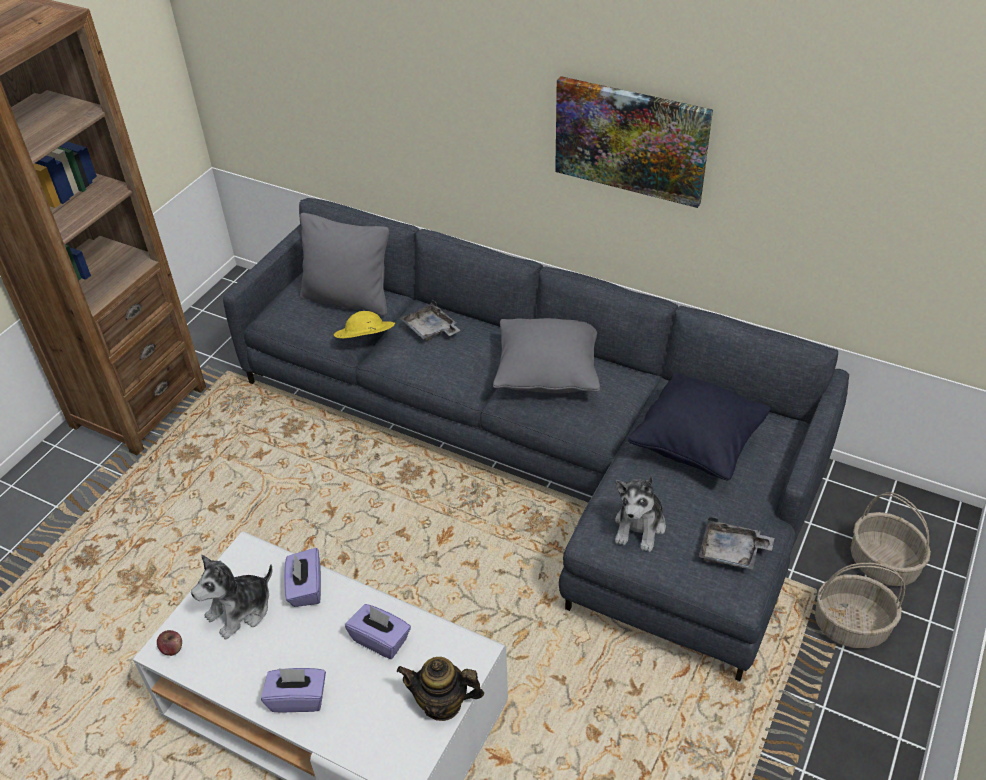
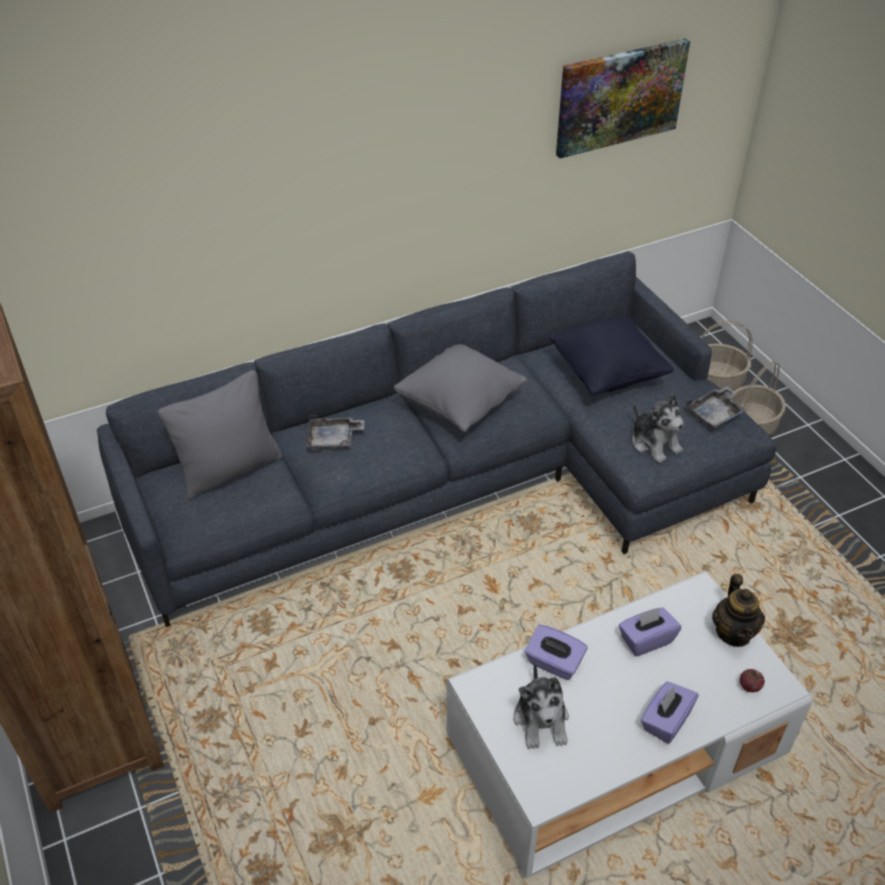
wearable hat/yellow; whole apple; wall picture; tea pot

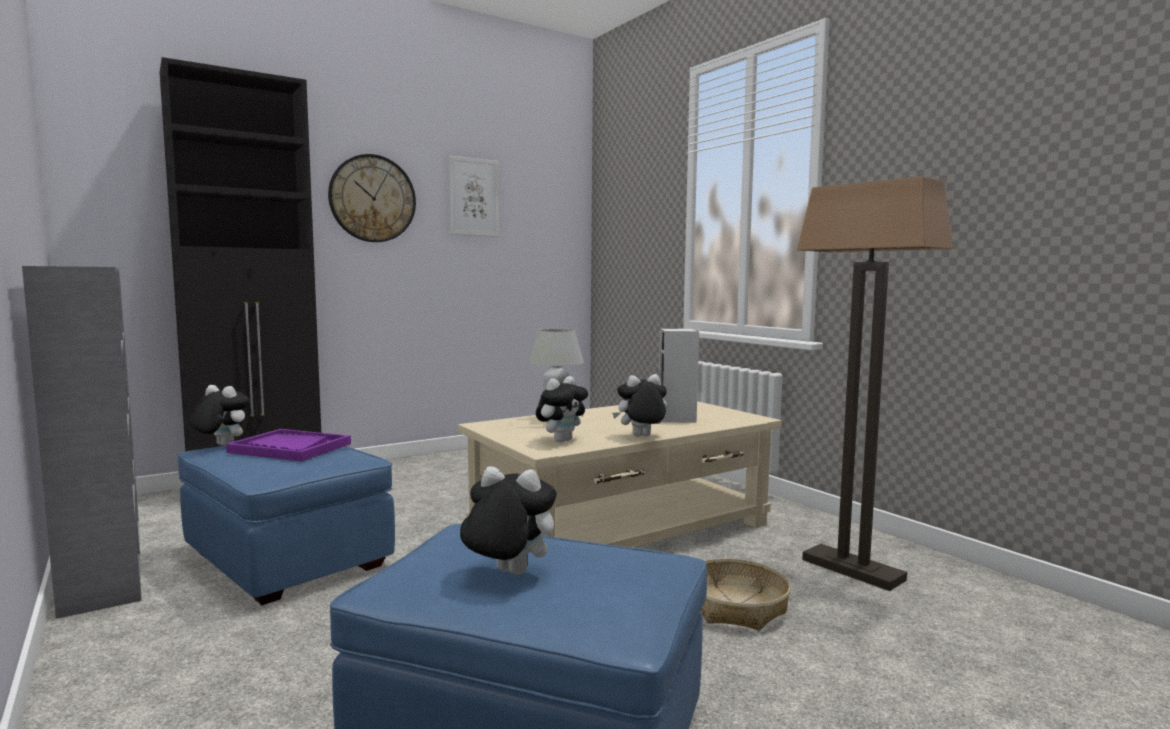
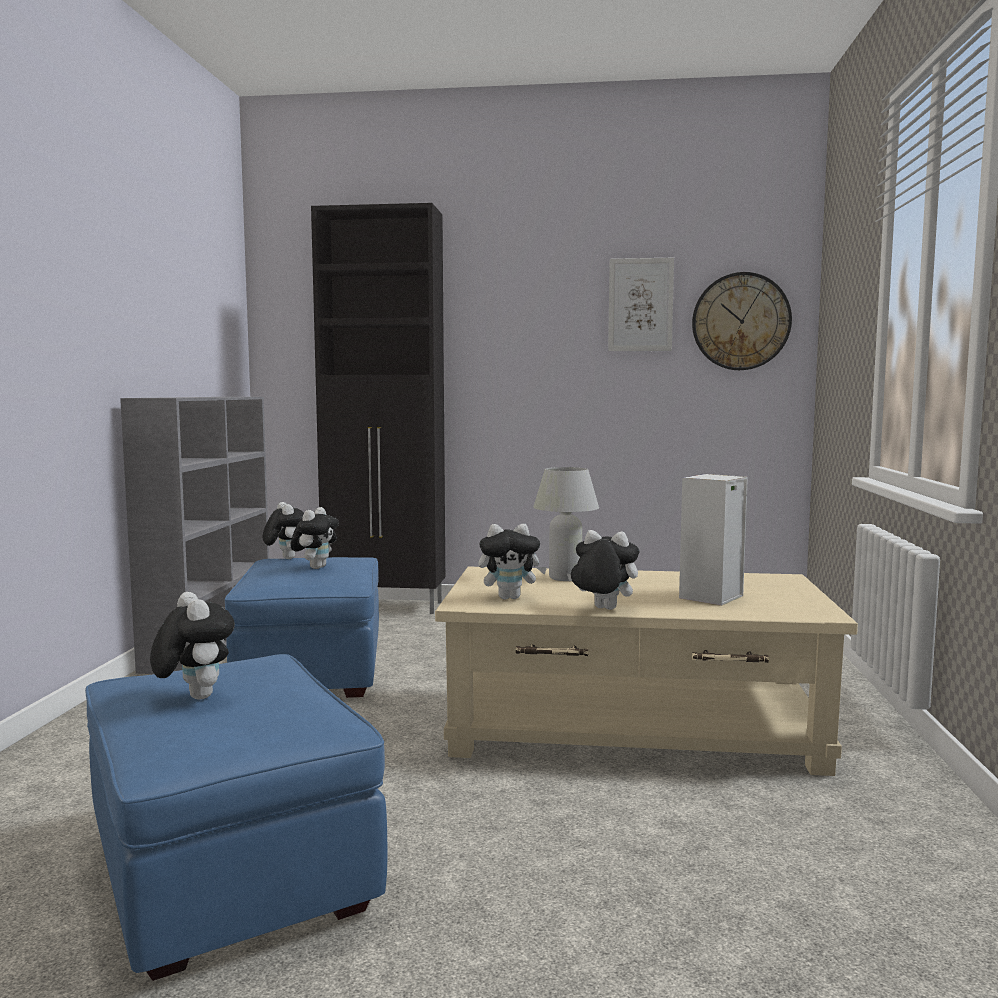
storage basket; floor lamp; clock on the wall; cuddly toy (no. 3 from left)

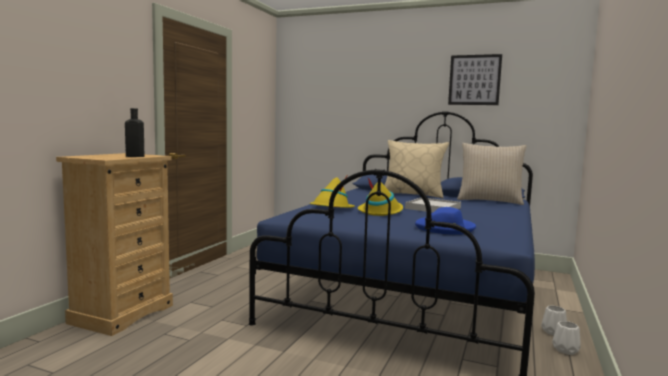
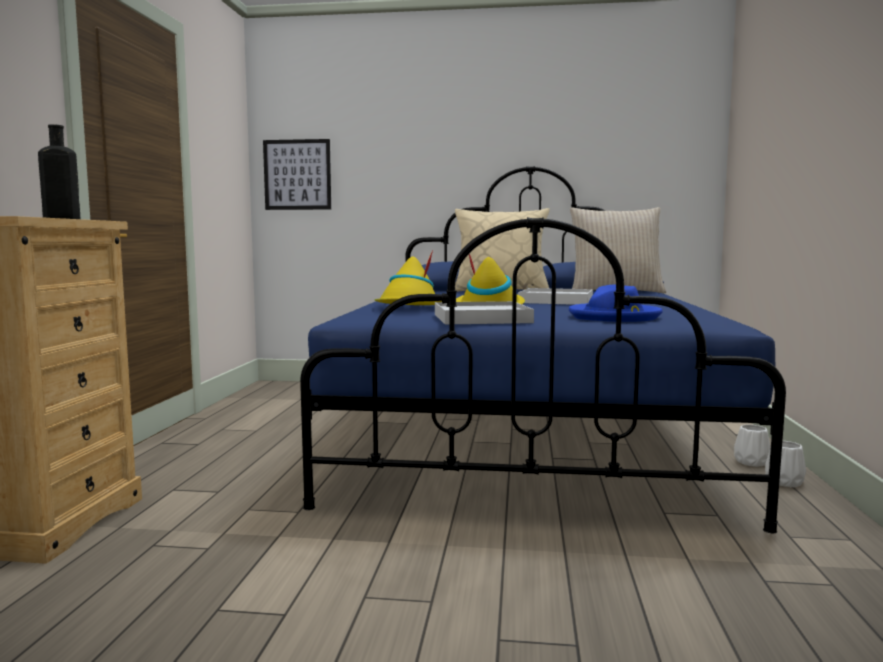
serving tray/white (no. 1 from left); wall picture

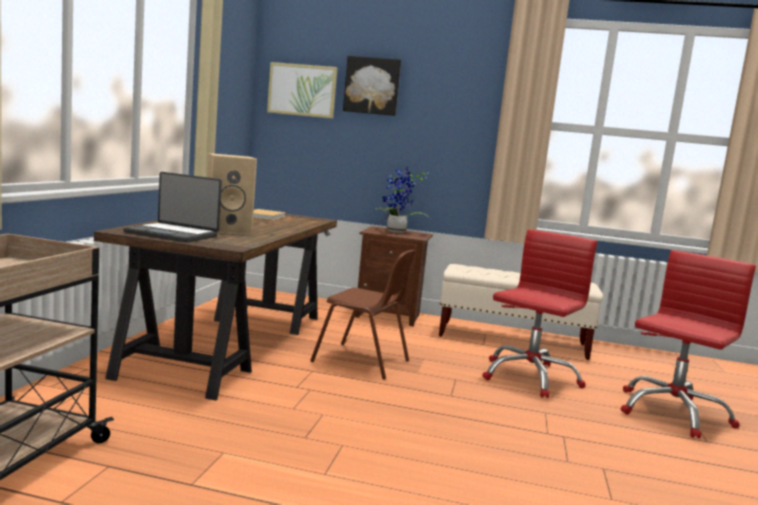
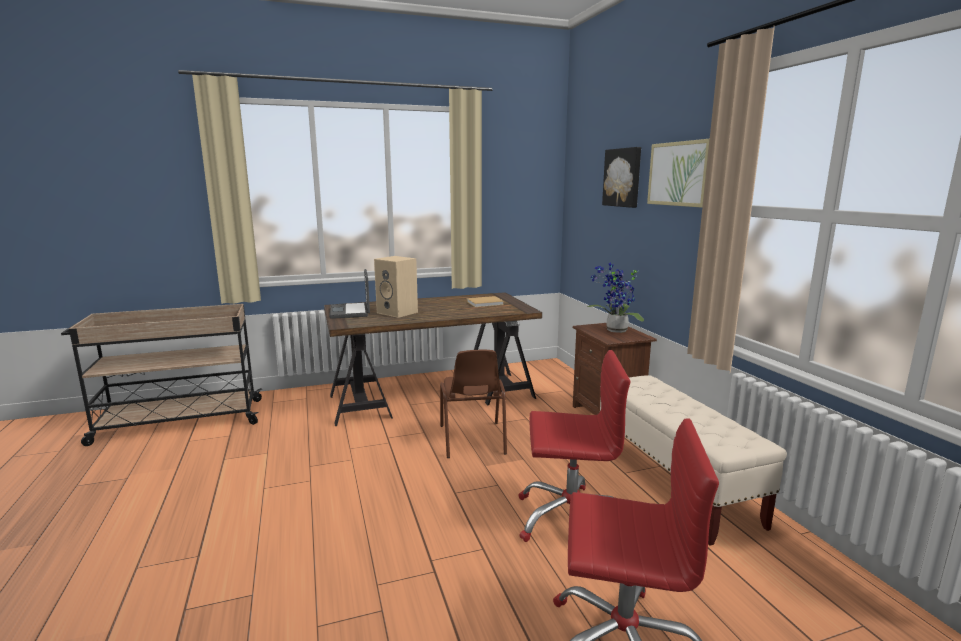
wall picture (no. 2 from left)

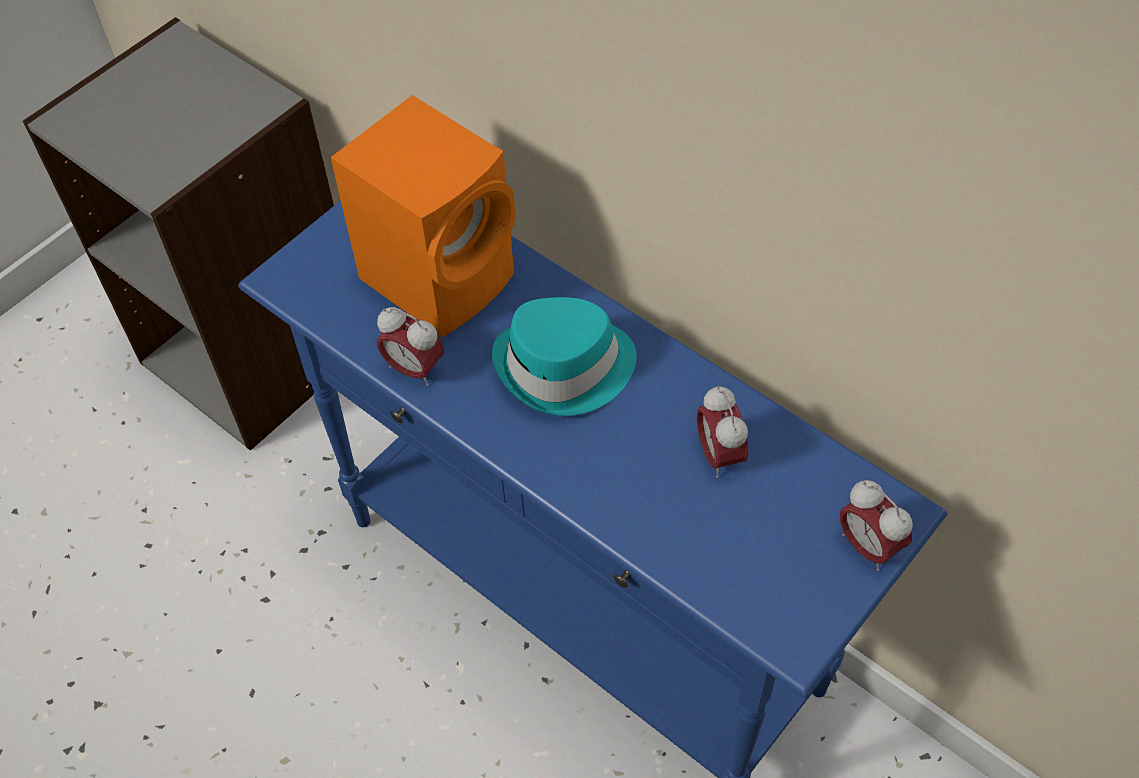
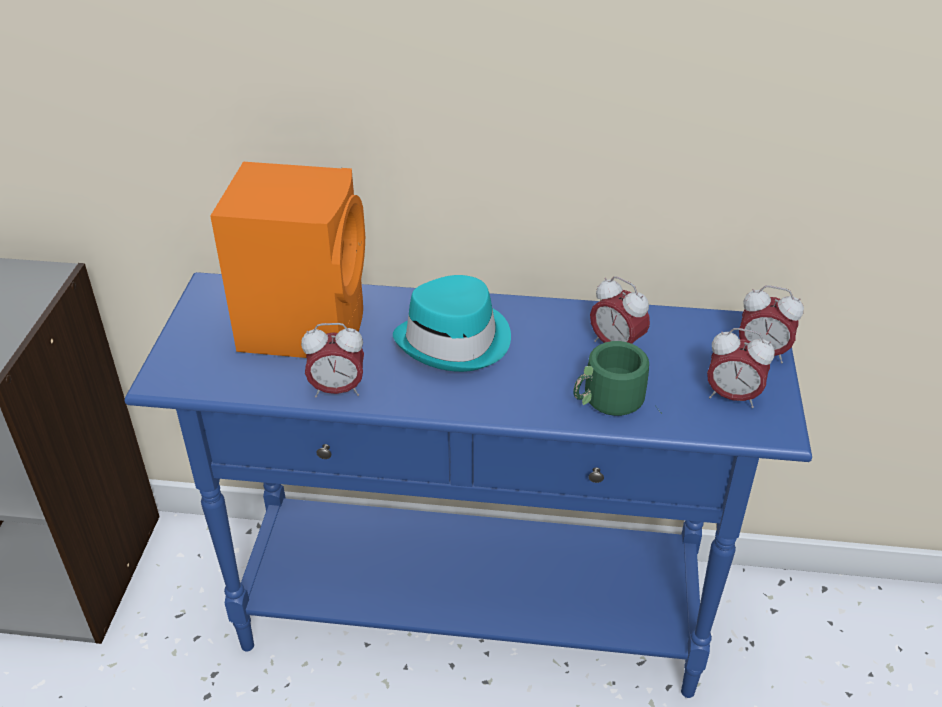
tea mug/greenish; alarm clock (no. 3 from left)

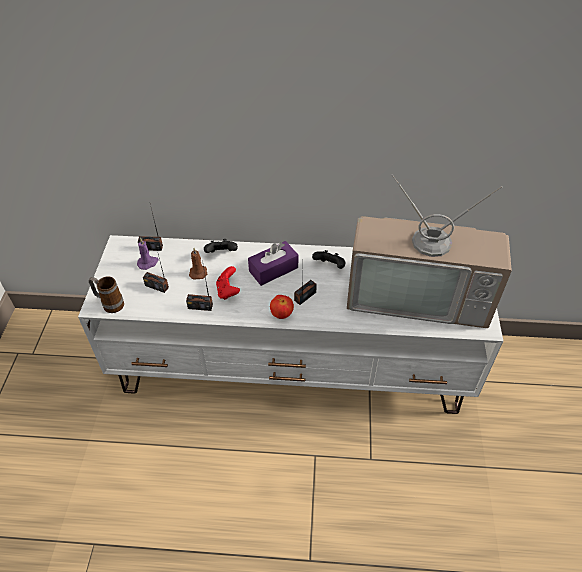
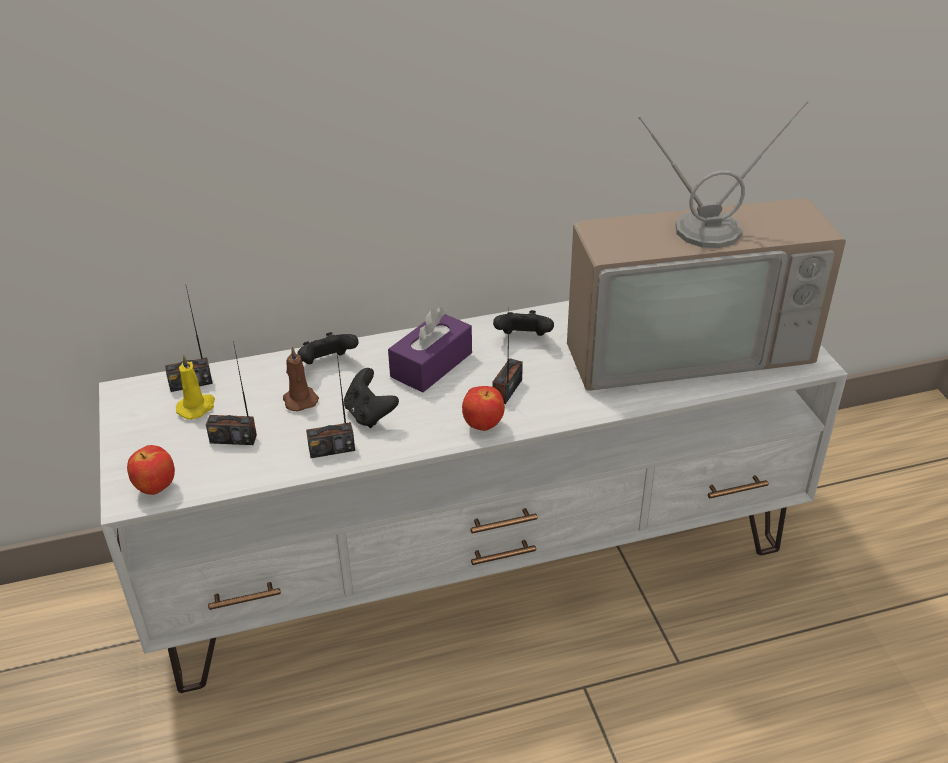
whole apple (no. 1 from left); wax light/yellow; gamepad/blackish (no. 2 from left)

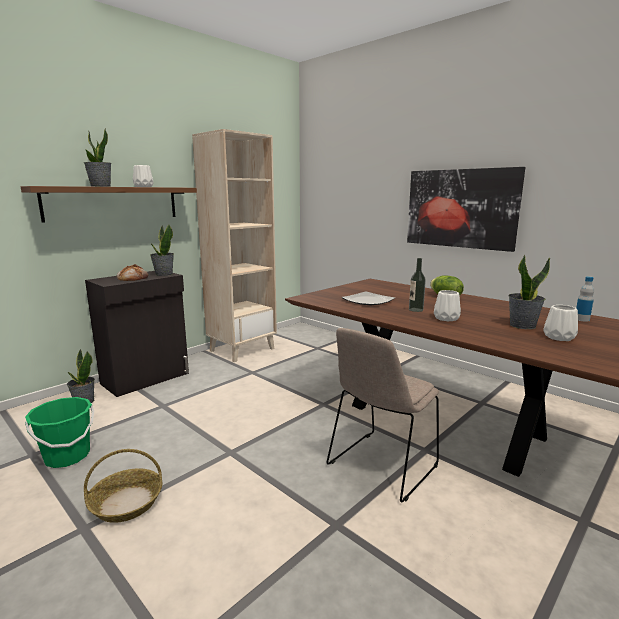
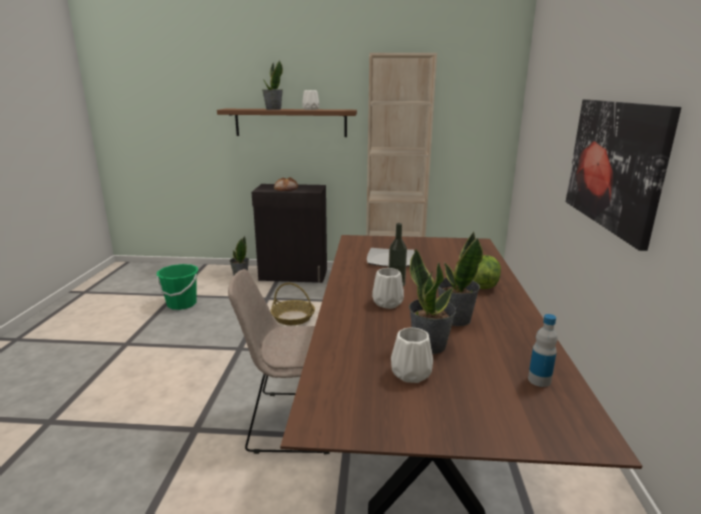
storage basket; potted plant (no. 4 from left)

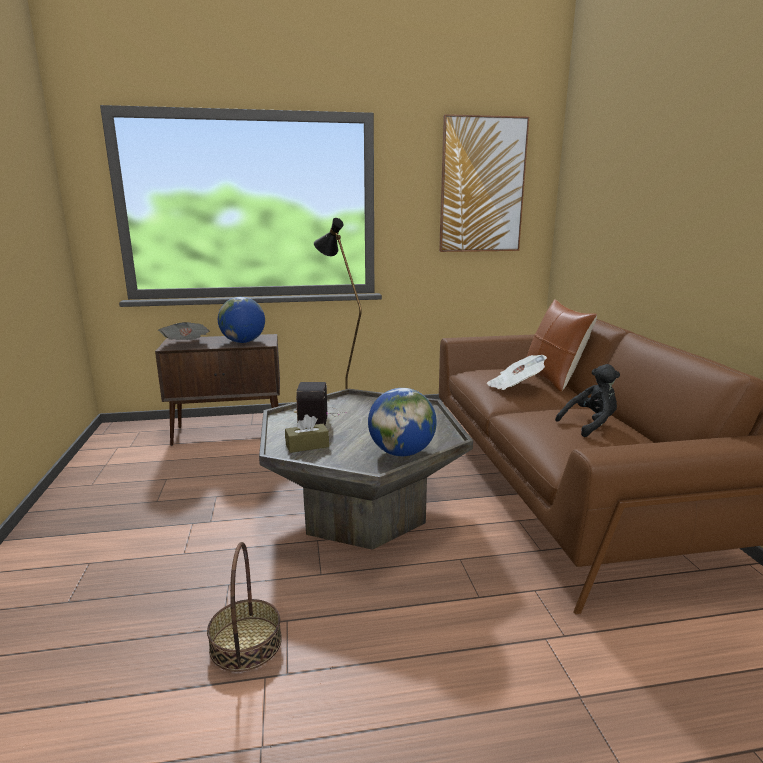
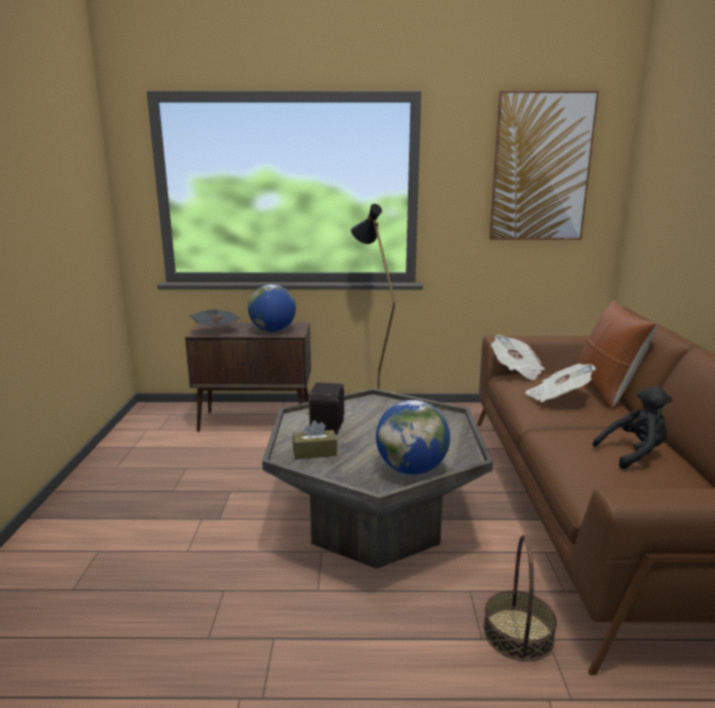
printed paper (no. 2 from left); storage basket

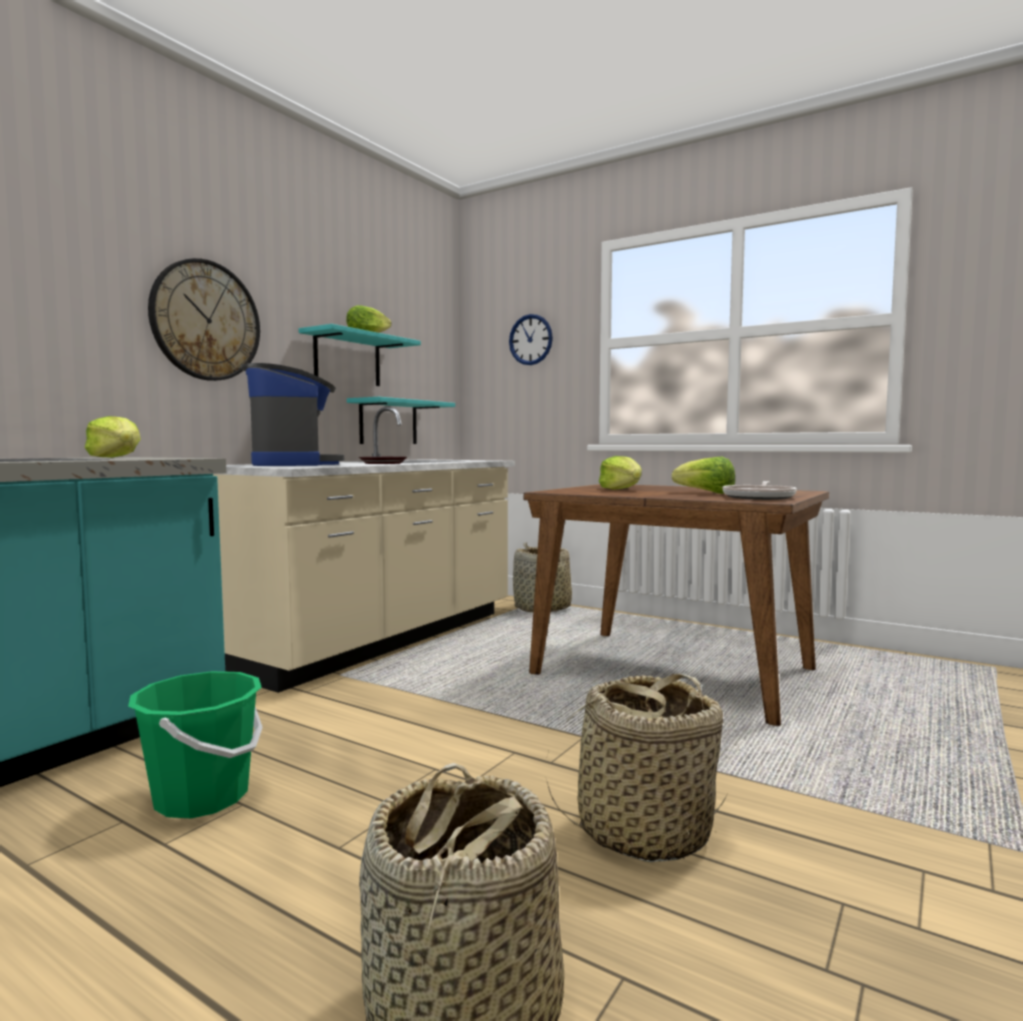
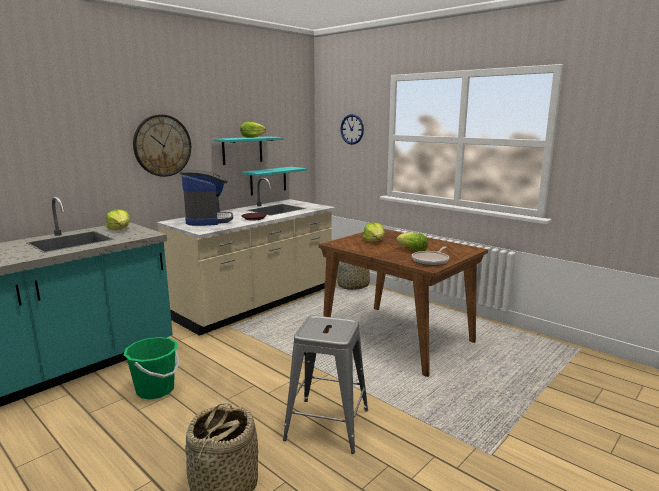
stool seat/gray

